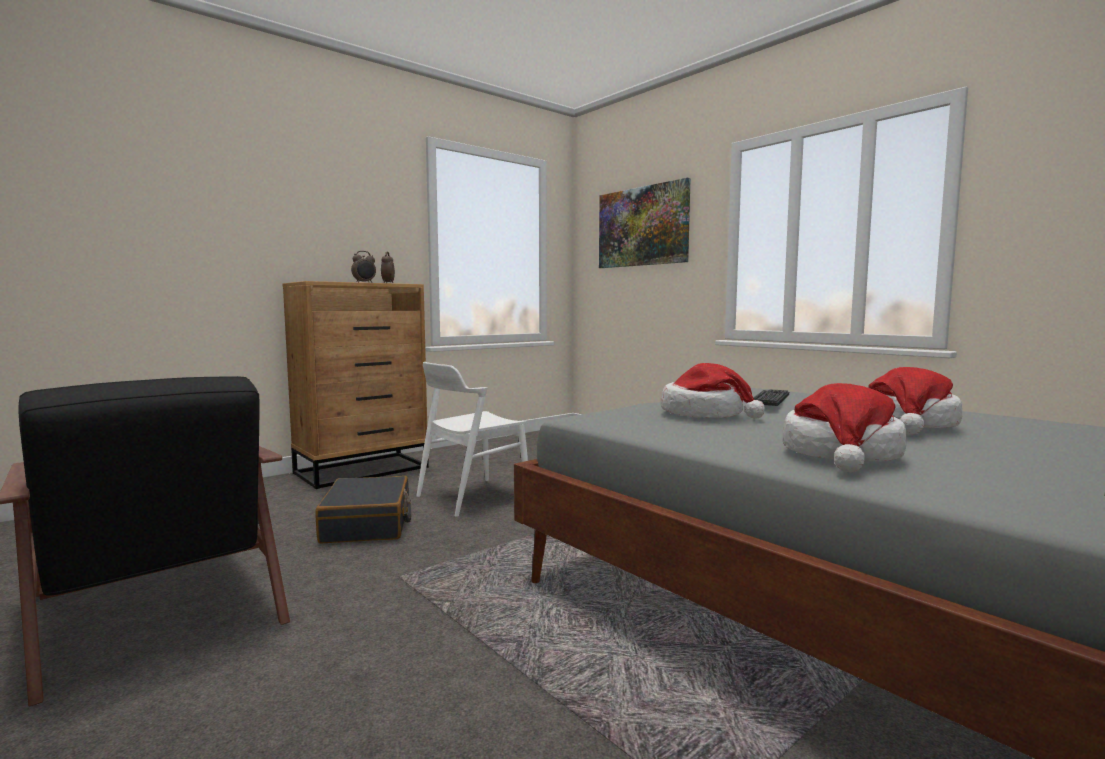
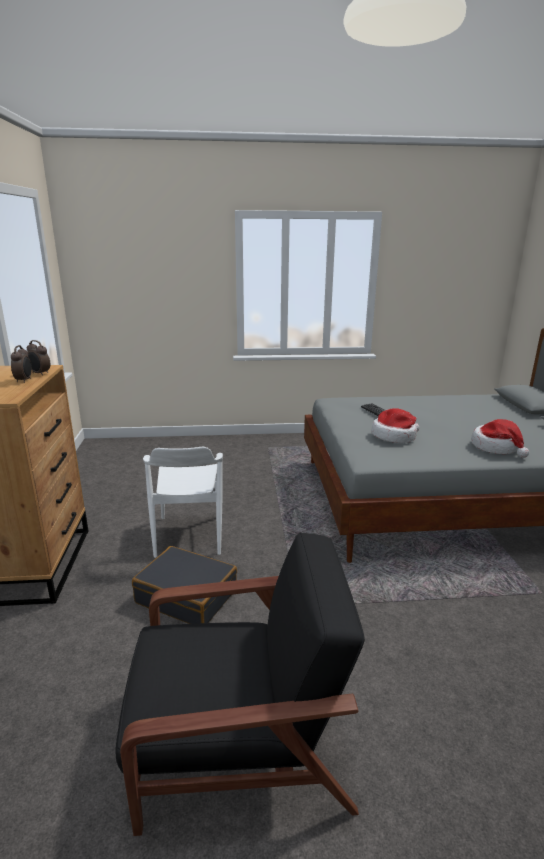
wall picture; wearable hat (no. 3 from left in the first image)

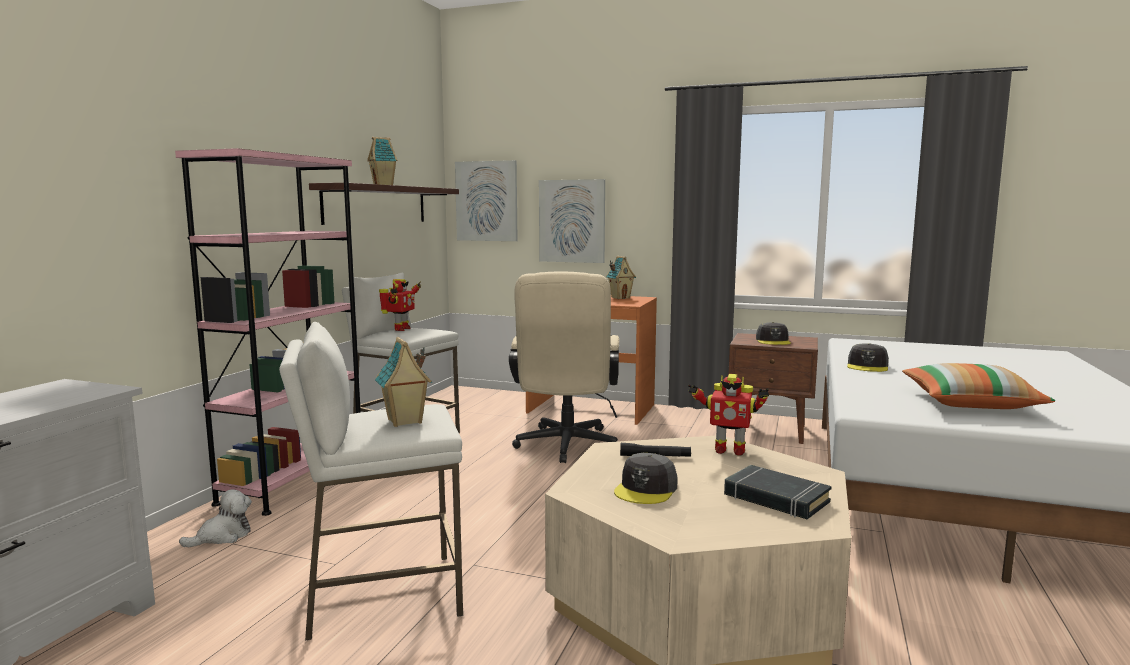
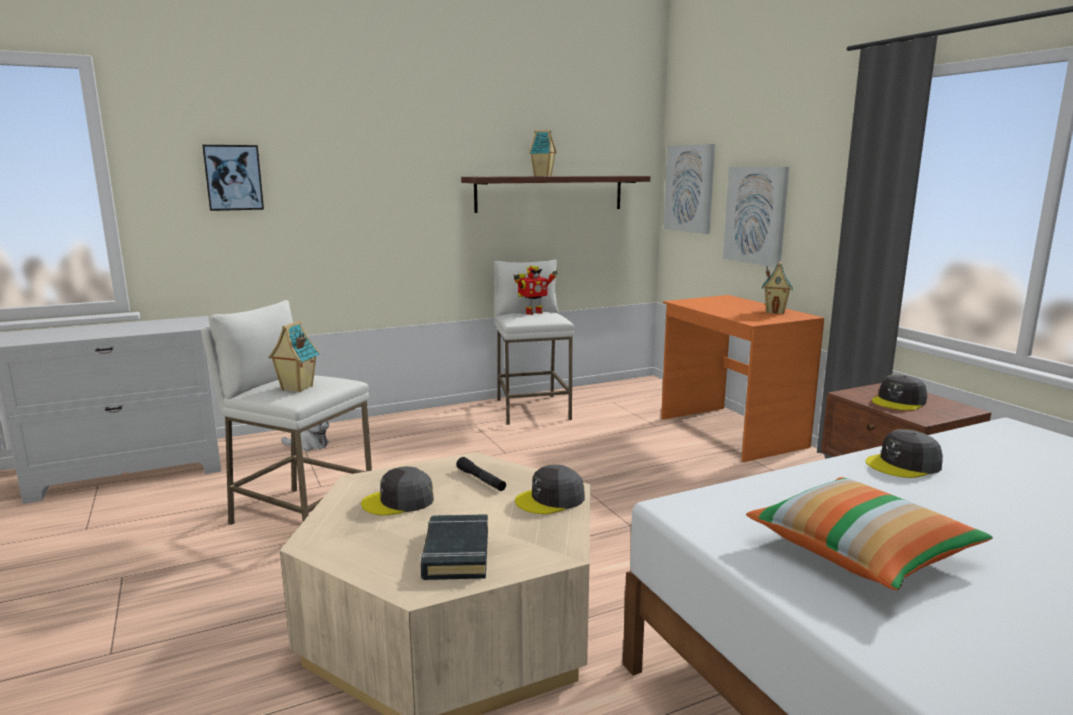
bookcase/pinkish; office chair/beige-coloured; wall picture (no. 1 from left); baseball cap/gray (no. 2 from left)

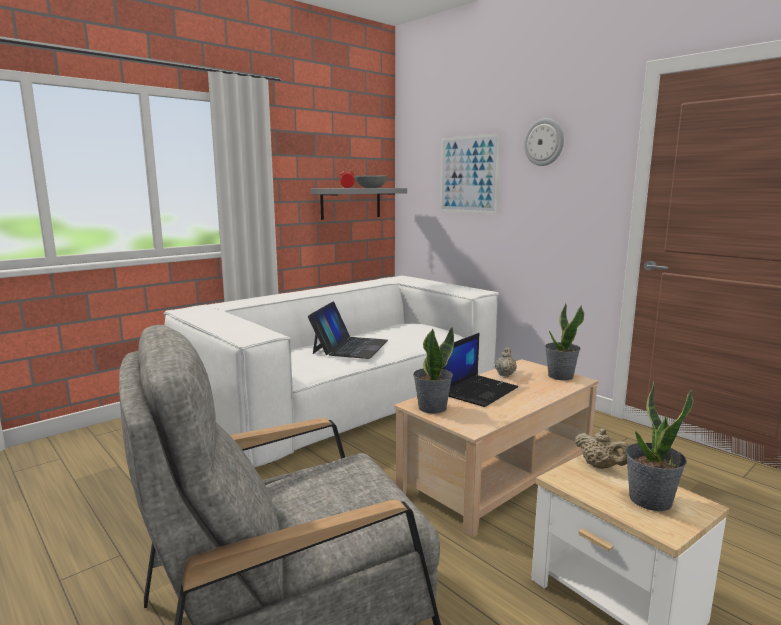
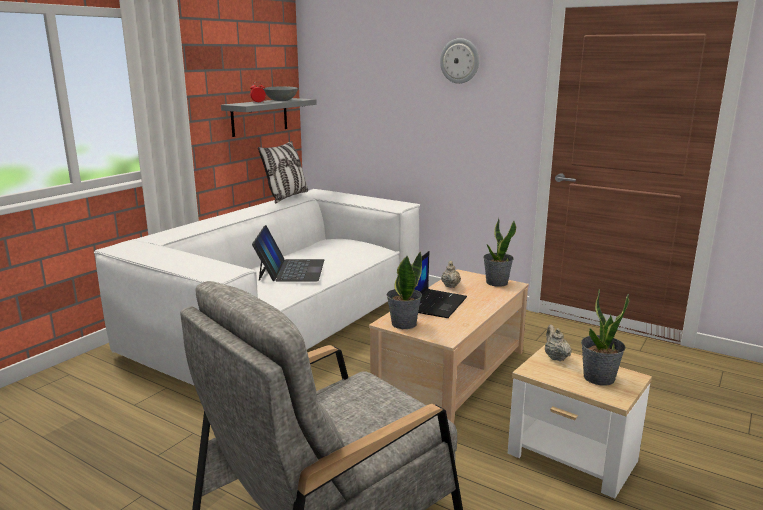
wall picture; pillow; tea pot/beige-coloured (no. 2 from left)

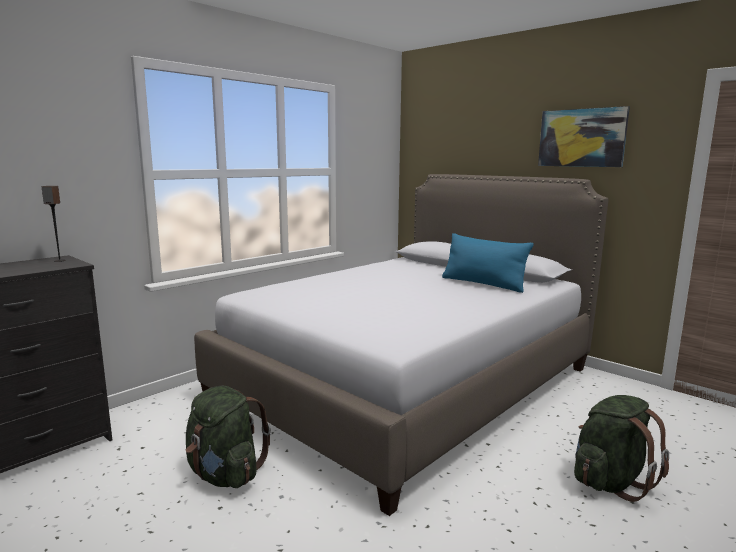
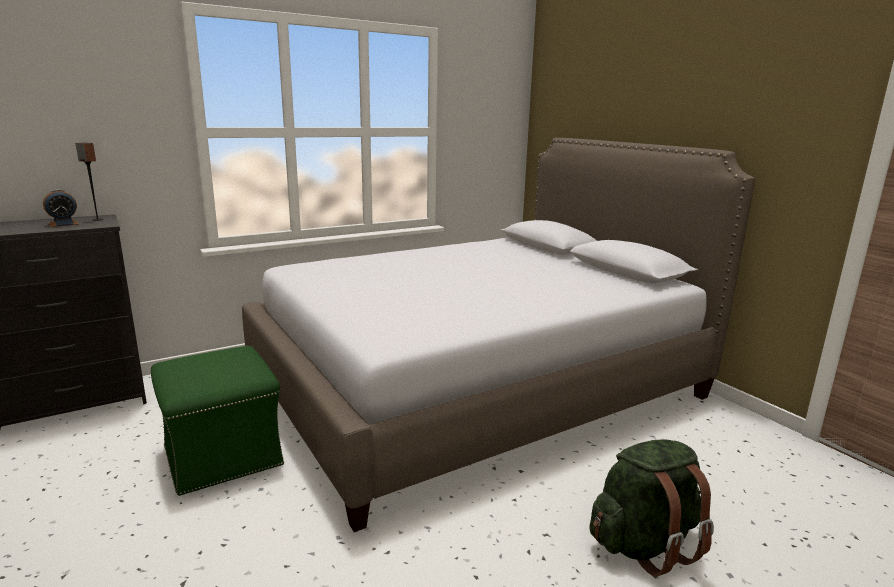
pillow/bluish; wall picture; alarm clock; ottoman/greenish

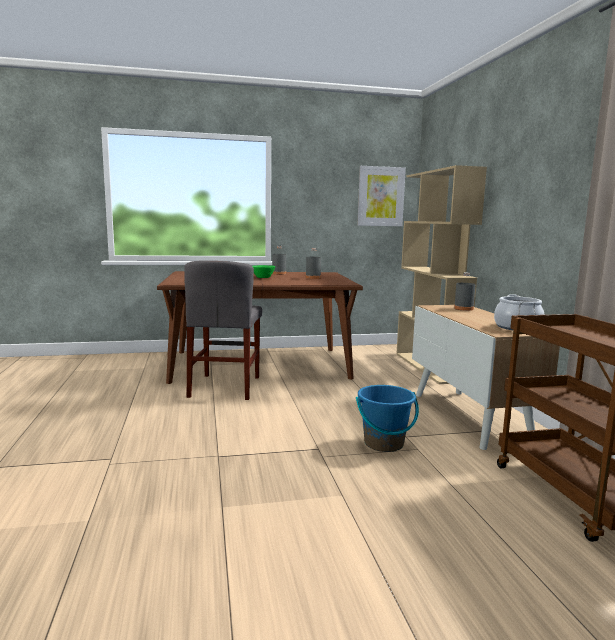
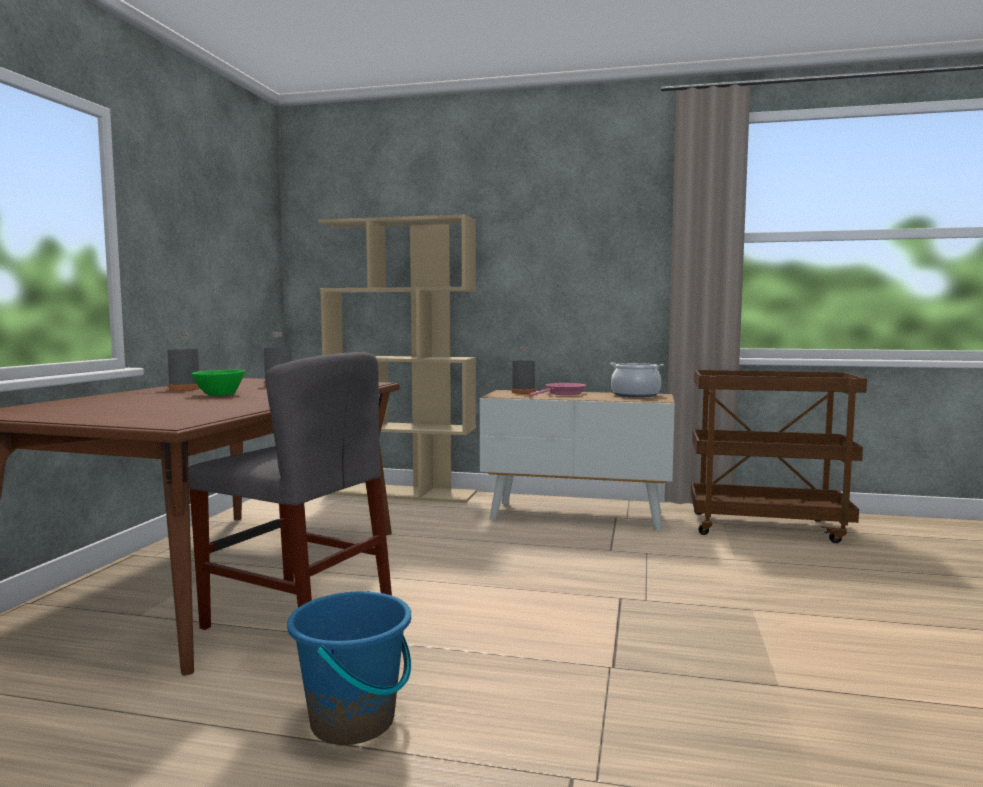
wall picture; pan/pinkish; pail/bluish

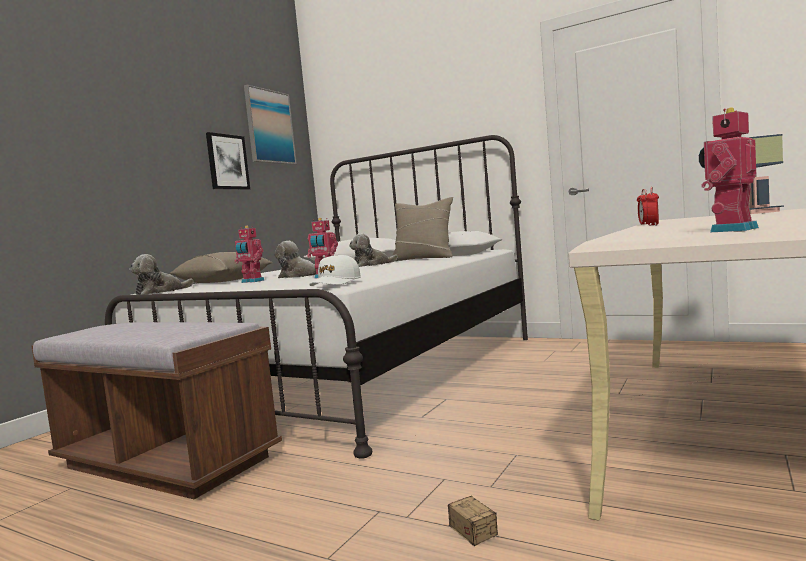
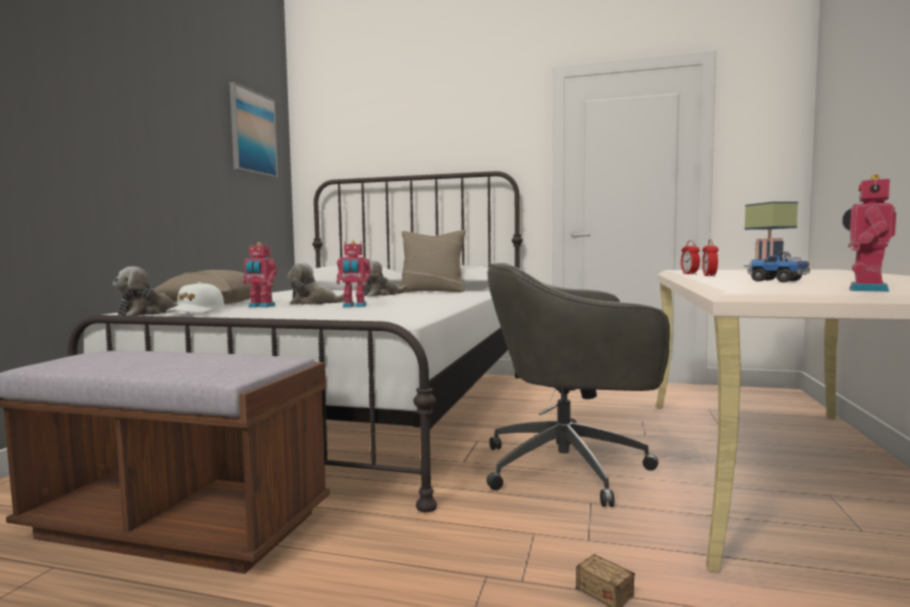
wall picture (no. 1 from left in the first image); office chair/gray; toy truck; baseball cap/white

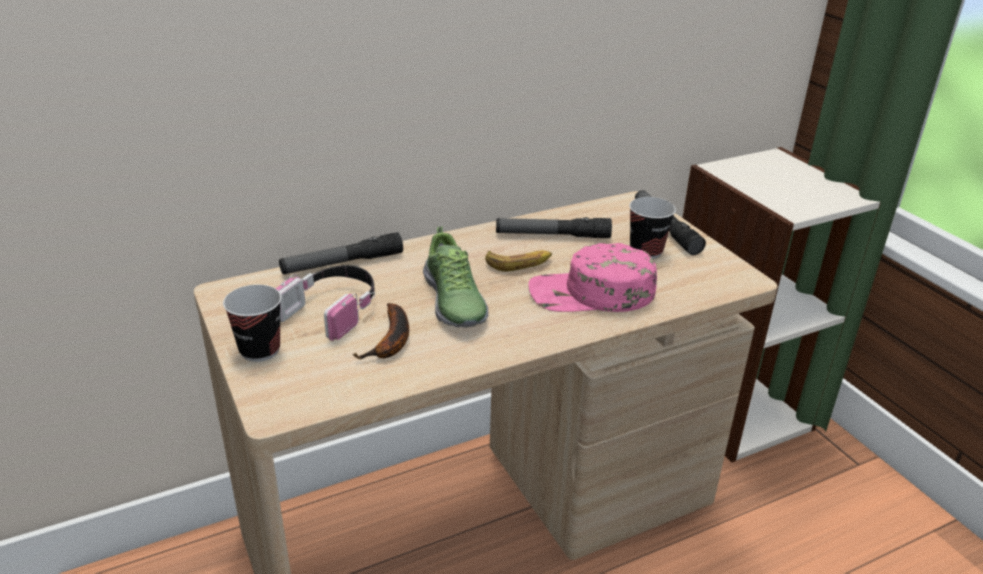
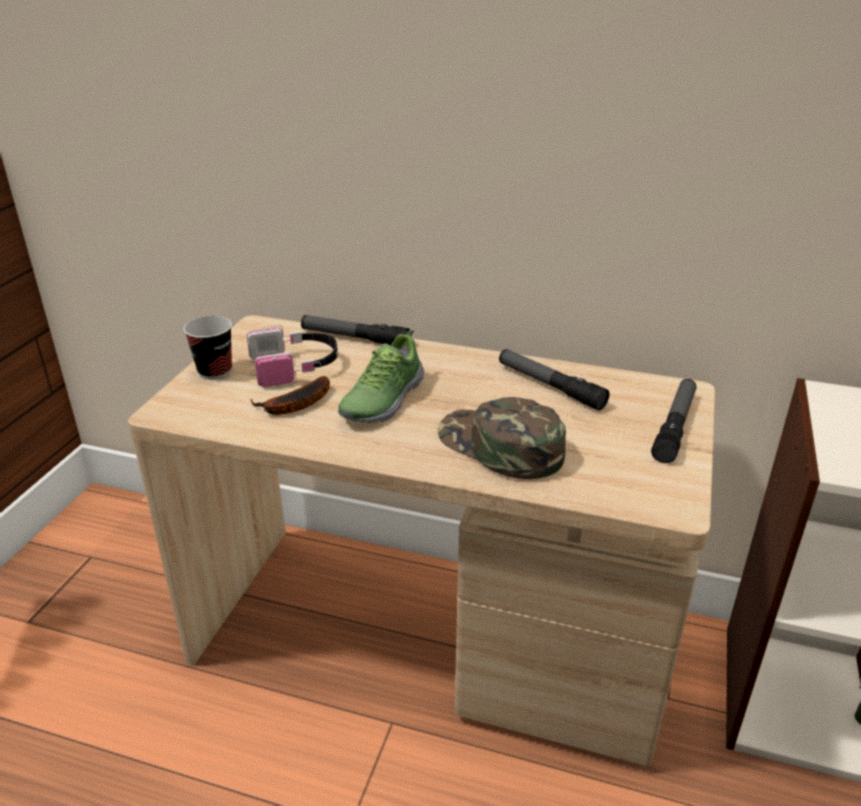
banana (no. 2 from left in the first image); drinking cup (no. 2 from left in the first image); baseball cap/greenish

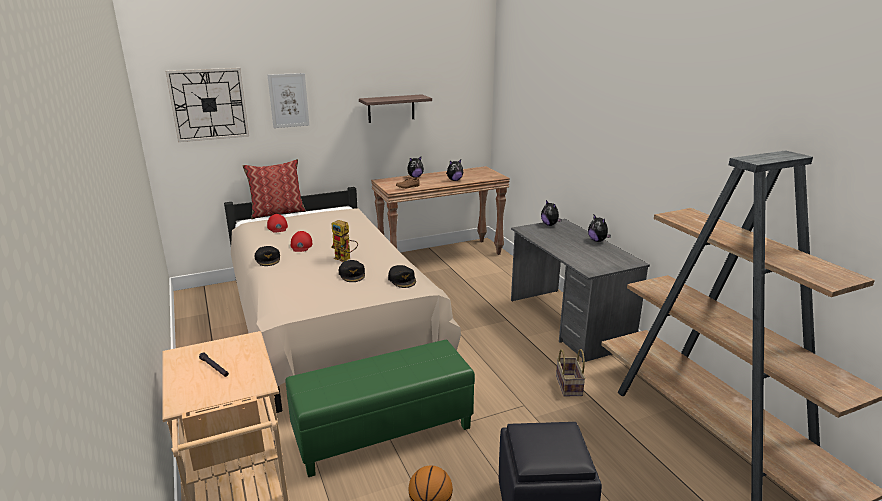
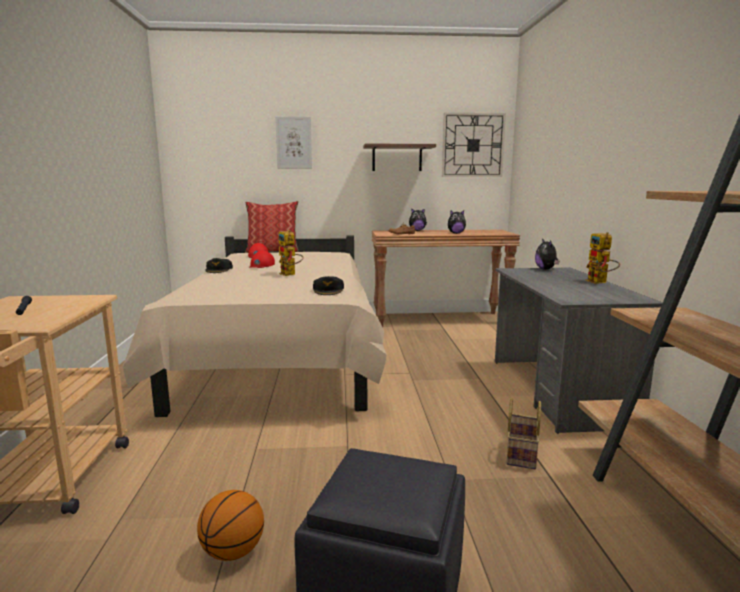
ottoman/greenish; baseball cap/blackish (no. 2 from left in the first image); clock on the wall; model robot (no. 2 from left)

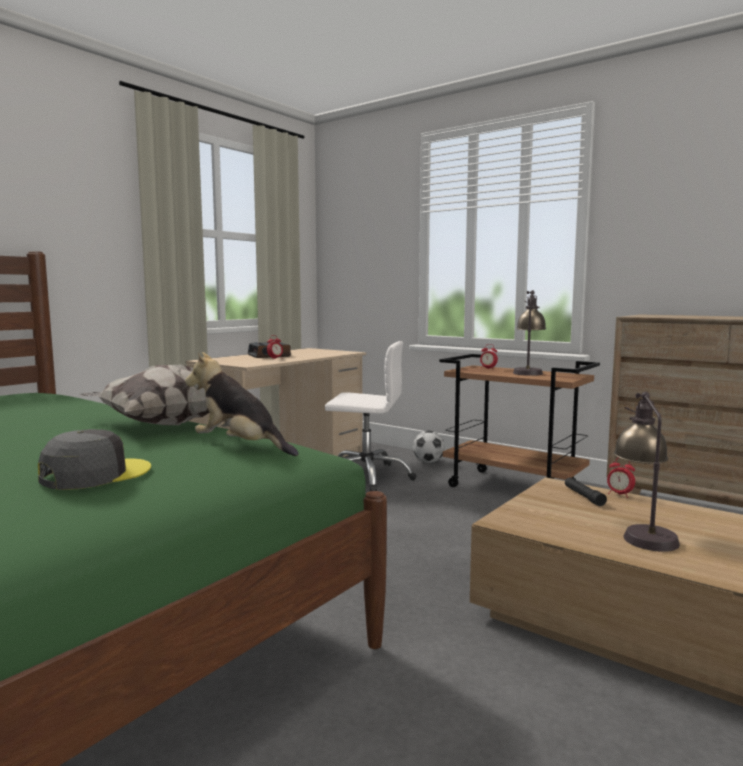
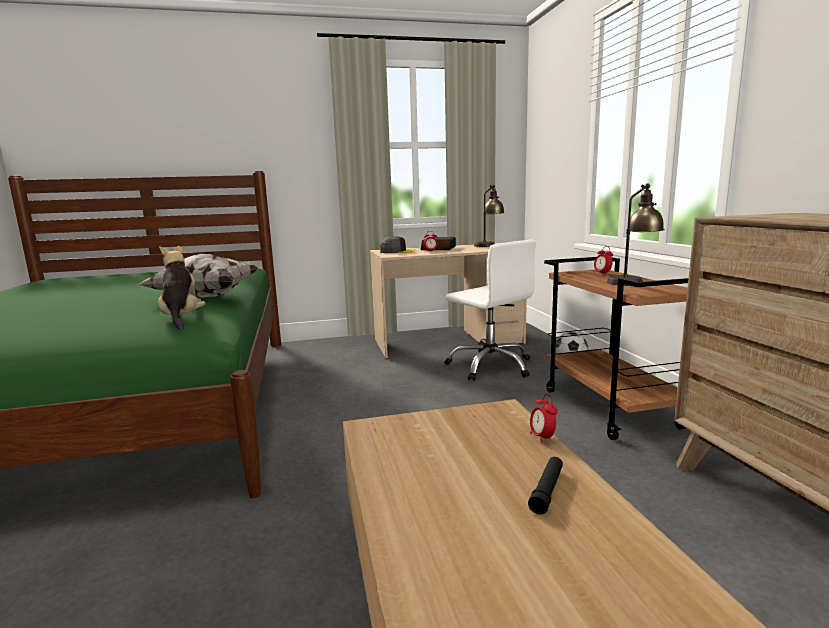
baseball cap/gray; flashlight/blackish; tabletop lamp (no. 1 from left)

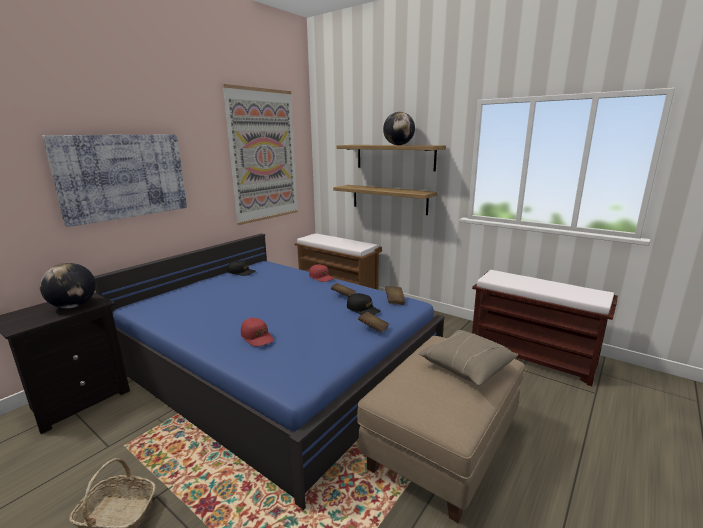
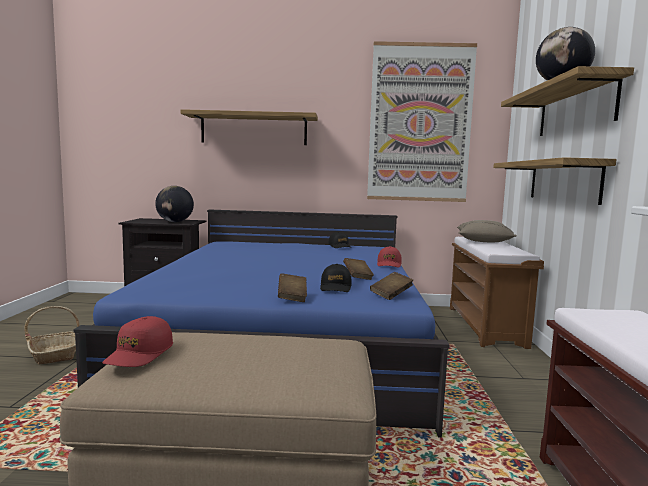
baseball cap/reddish (no. 1 from left); pillow/beige-coloured; wall shelf (no. 1 from left)

